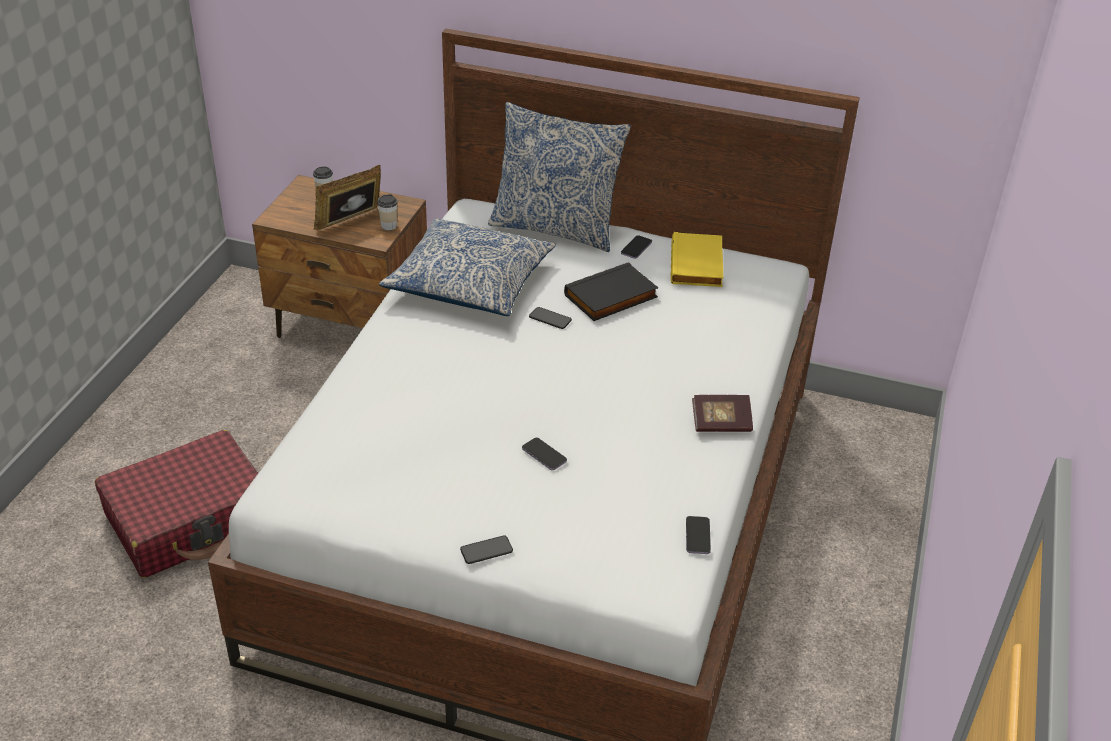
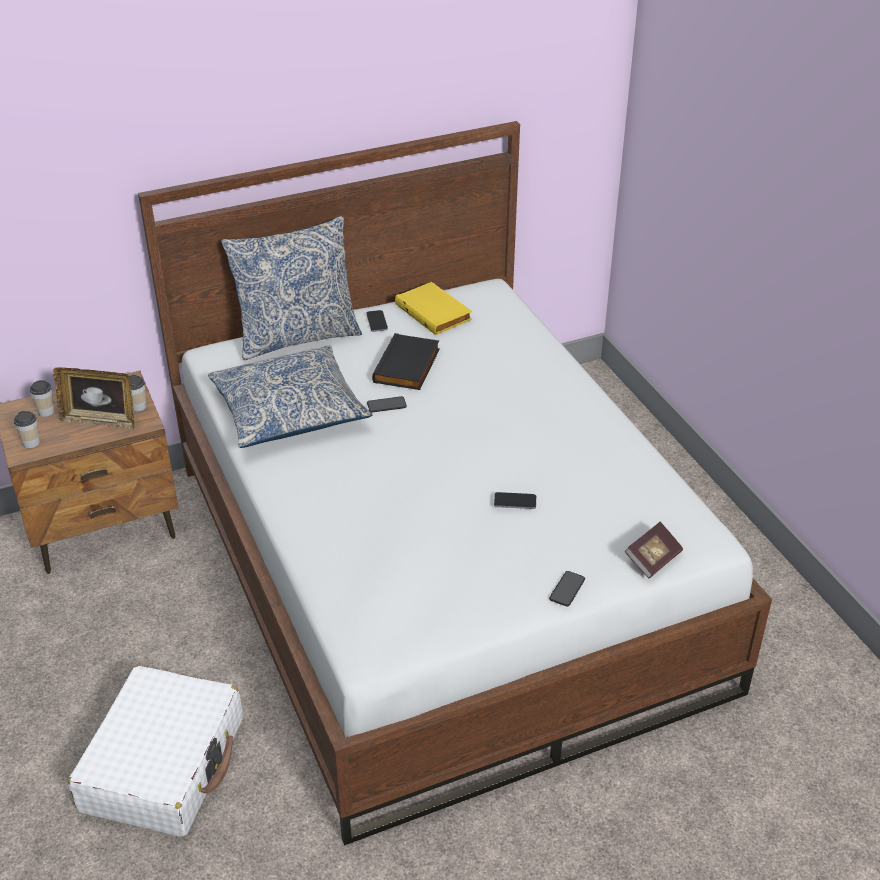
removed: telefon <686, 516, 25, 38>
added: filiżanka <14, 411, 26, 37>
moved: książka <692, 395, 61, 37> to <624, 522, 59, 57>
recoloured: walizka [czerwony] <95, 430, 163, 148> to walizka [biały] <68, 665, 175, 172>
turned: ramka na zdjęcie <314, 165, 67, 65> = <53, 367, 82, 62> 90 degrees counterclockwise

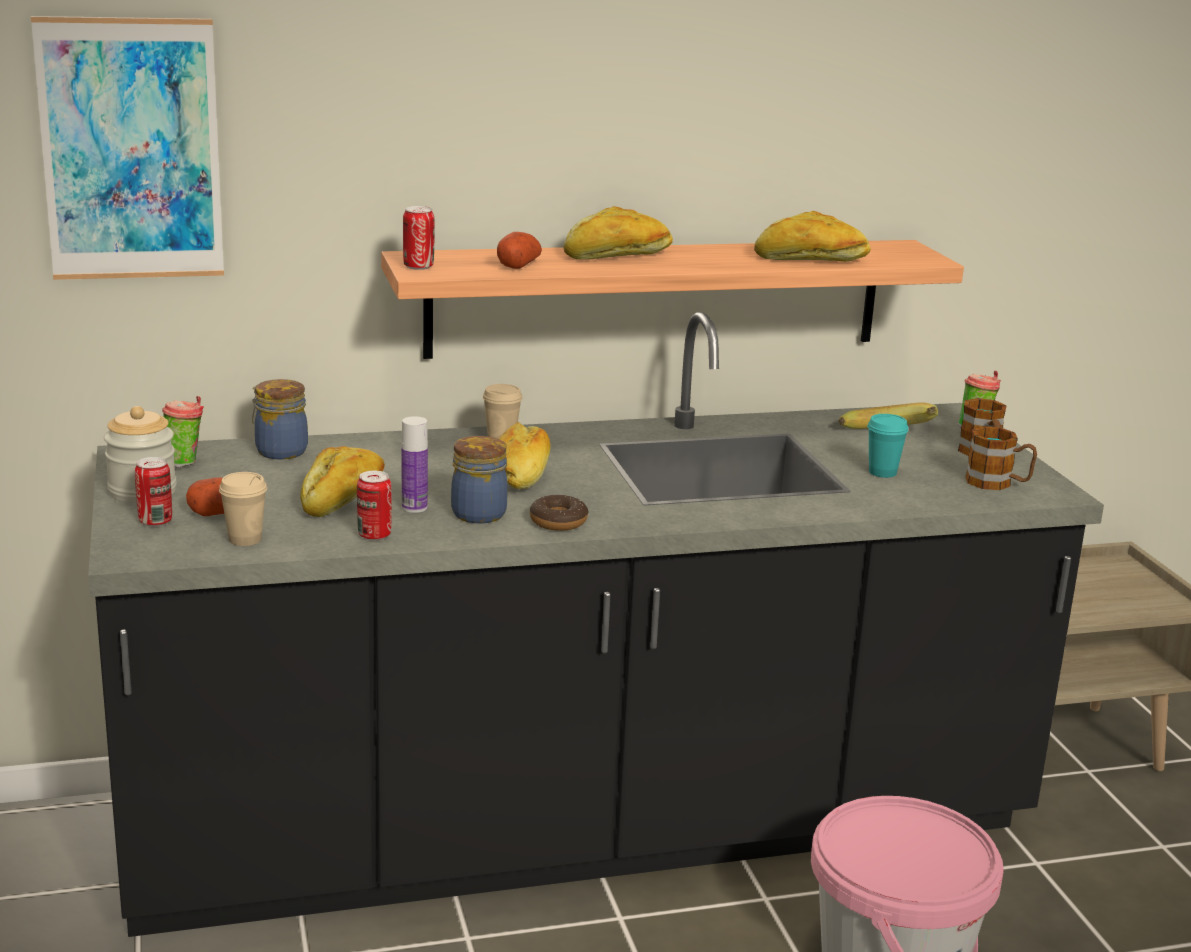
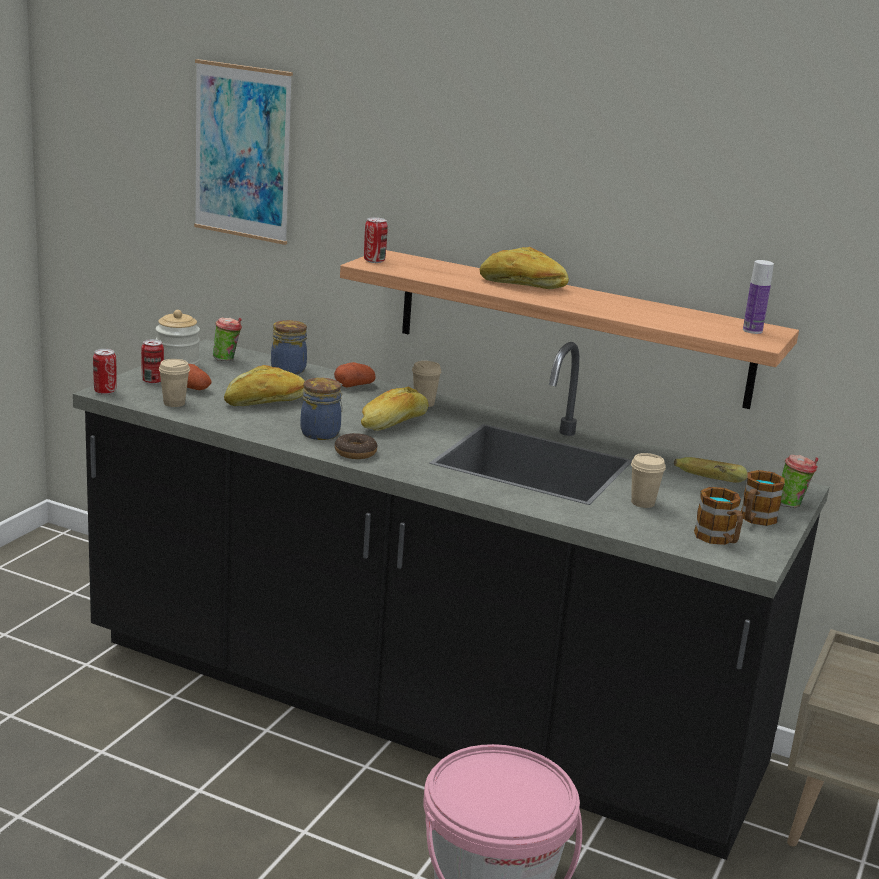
removed: chleb <754, 211, 117, 51>
moved: puszka <357, 471, 35, 70> to <93, 349, 24, 46>; butelka <401, 416, 27, 97> to <743, 260, 31, 74>; ziemniak <497, 232, 45, 37> to <334, 362, 42, 26>
recoloured: filiżanka [turkusowy] <867, 414, 42, 64> to filiżanka [beżowy] <631, 453, 35, 55>

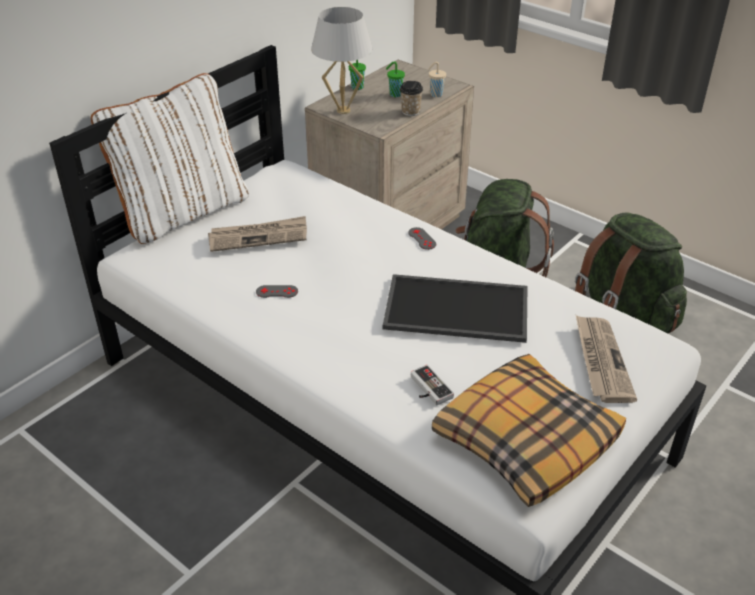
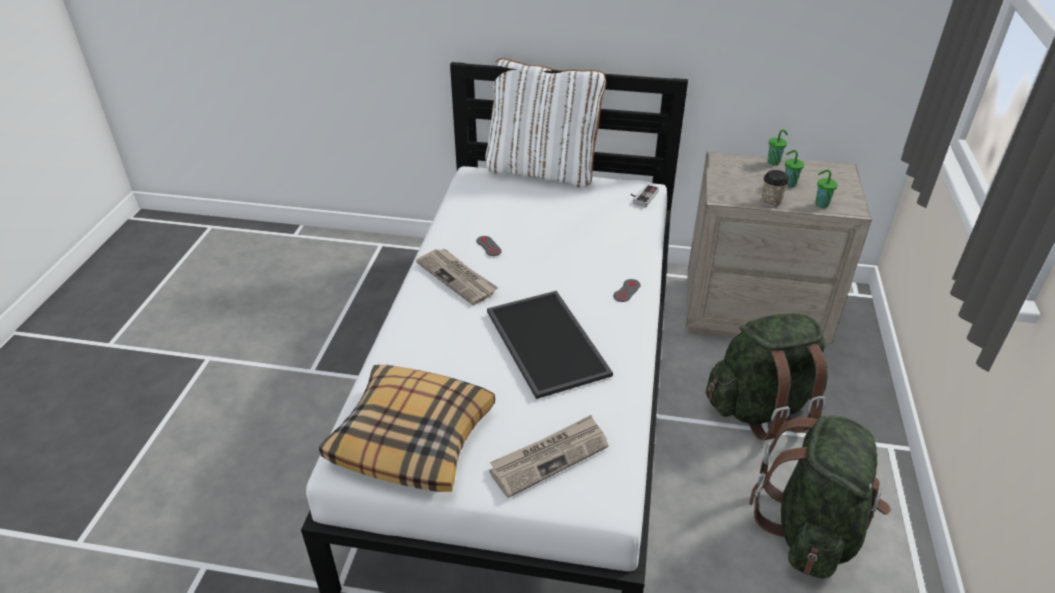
removed: lampa stołowa [biały] <311, 7, 61, 107>
moved: gazeta <208, 216, 99, 36> to <416, 248, 82, 57>; pad do gier <411, 365, 43, 41> to <631, 184, 28, 23>
recoloured: filiżanka [beżowy] <428, 62, 18, 35> to filiżanka [zielony] <815, 170, 23, 38>

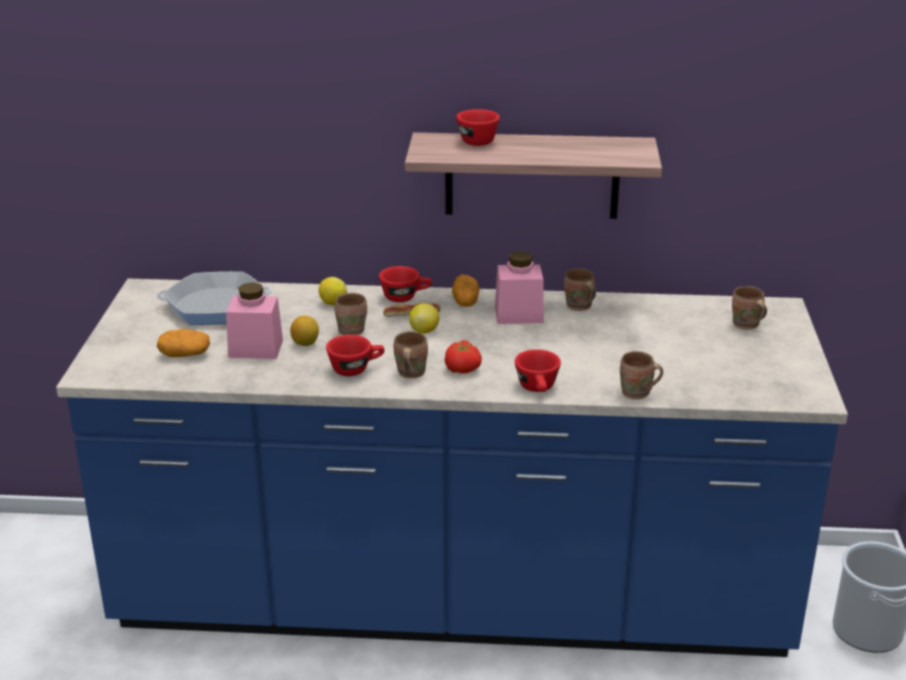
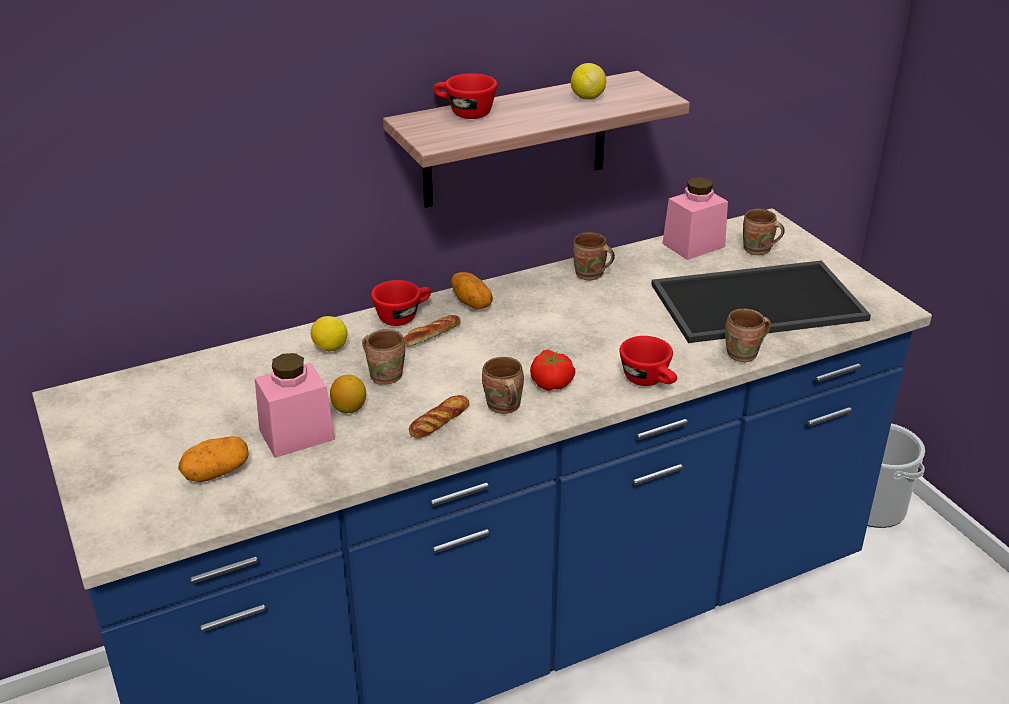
removed: patelnia <157, 271, 115, 54>
added: taca <651, 260, 220, 83>
moved: cytryna <409, 303, 30, 31> to <571, 63, 35, 37>; słoik [różowy] <495, 251, 49, 73> to <662, 177, 66, 83>
replaced: filiżanka [czerwony] <326, 335, 59, 41> to chleb <409, 395, 61, 43>

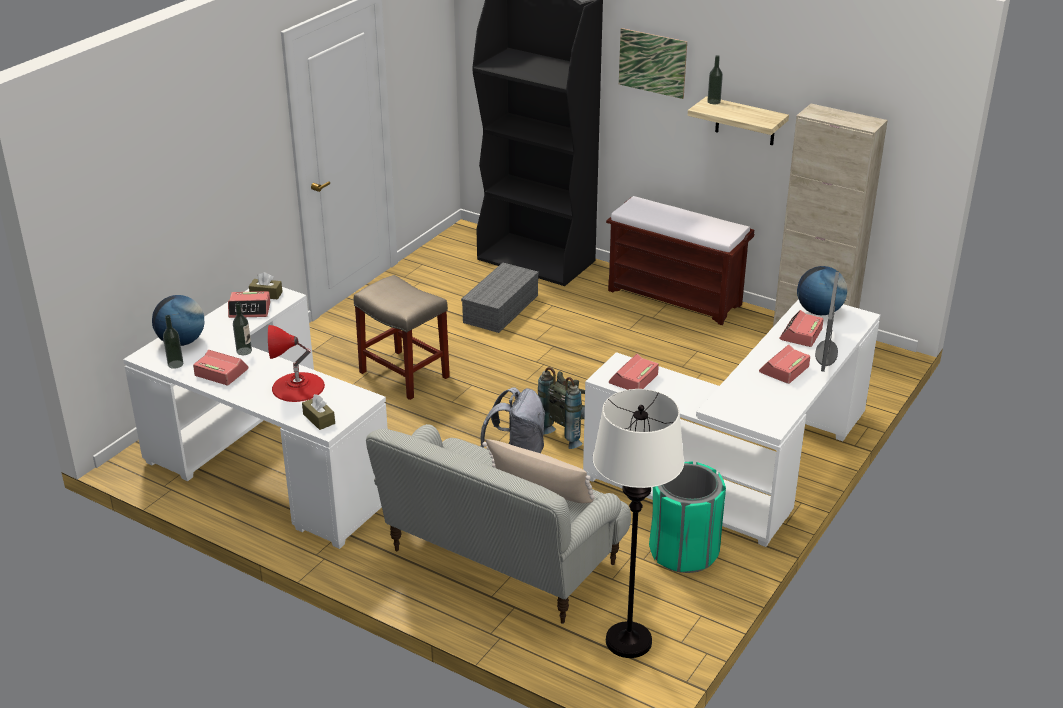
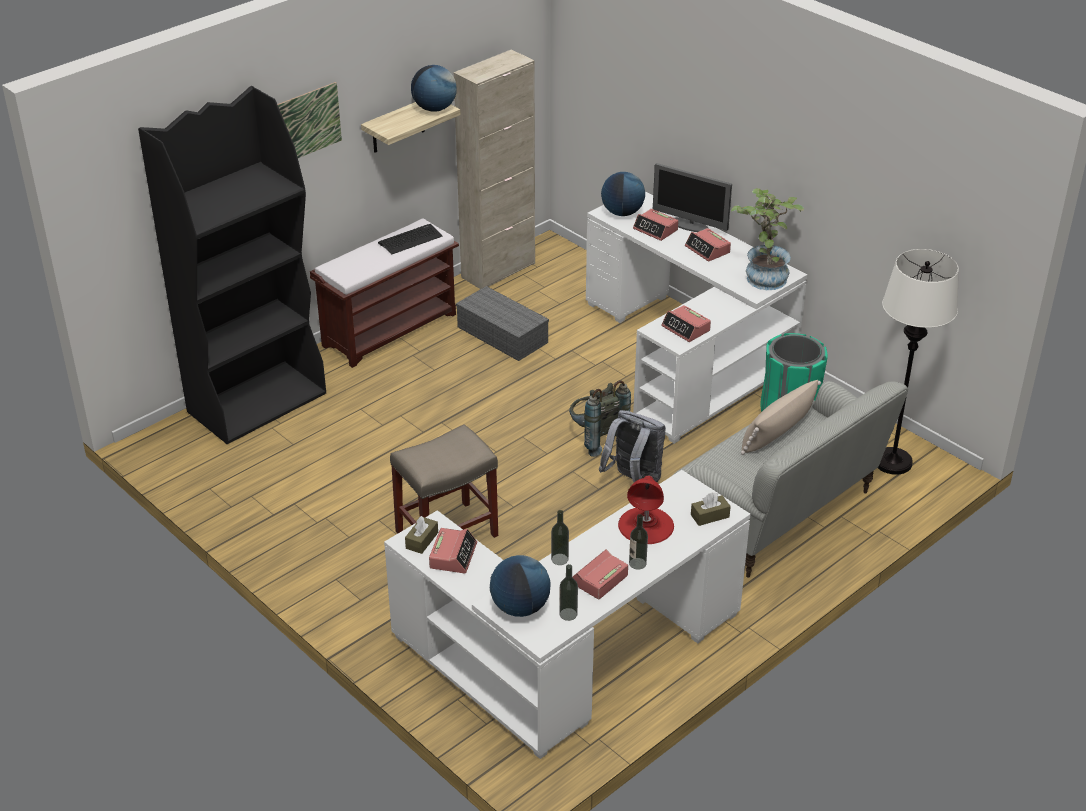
added: klawiatura <378, 224, 64, 30>; globus <411, 65, 46, 47>; roślina doniczkowa <731, 188, 73, 102>
moved: pojemnik do przechowywania [szary] <461, 263, 78, 70> to <456, 286, 93, 75>; butelka <707, 55, 16, 49> to <629, 514, 19, 56>

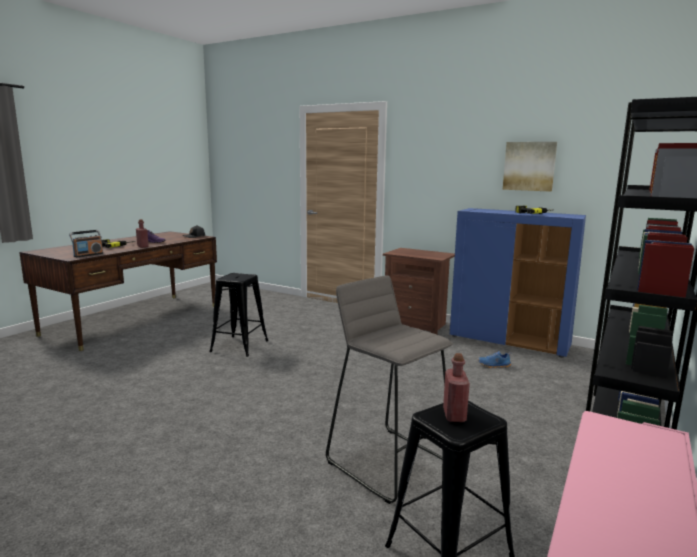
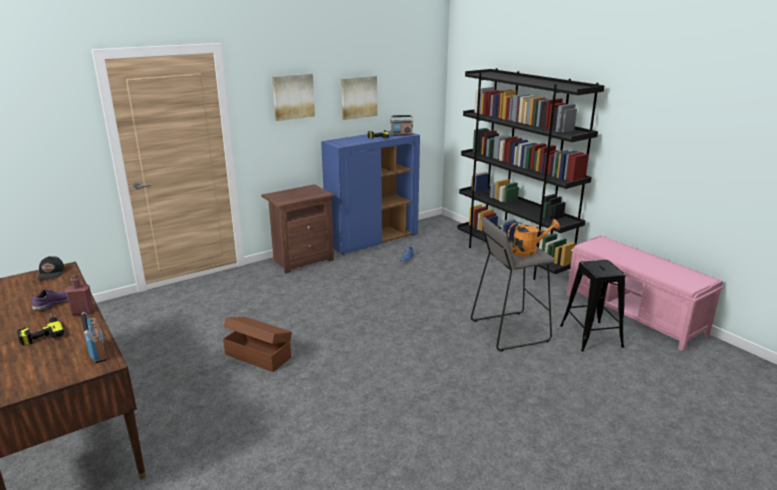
removed: butelka [czerwony] <443, 353, 27, 69>
added: obraz <272, 73, 43, 48>; radio <390, 115, 23, 21>; konewka [pomarańczowy] <508, 219, 52, 38>
replaced: stołek [czarny] <209, 273, 59, 84> to pojemnik do przechowywania [brązowy] <223, 317, 69, 55>

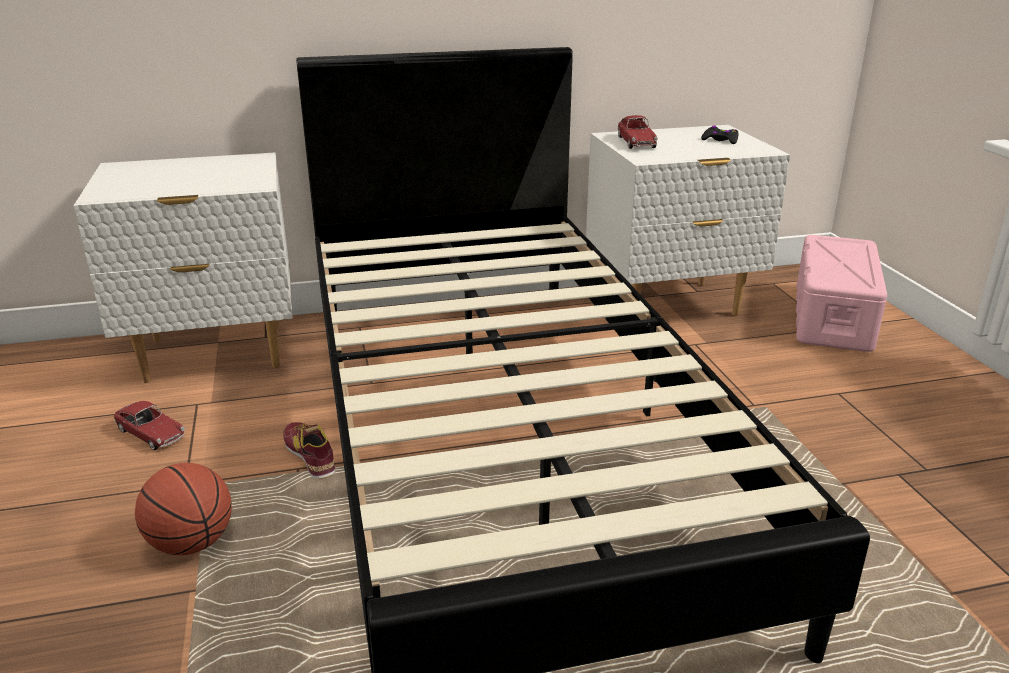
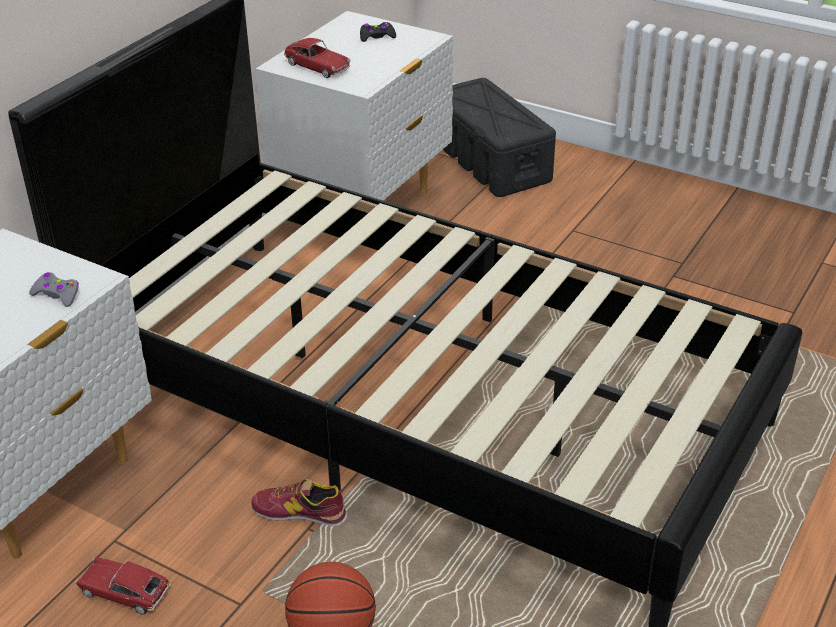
added: pad do gier [szary] <29, 272, 50, 35>
recoloured: pojemnik do przechowywania [różowy] <796, 235, 91, 117> to pojemnik do przechowywania [czarny] <443, 78, 113, 119>
turned: samochodzik <114, 401, 71, 49> = <75, 557, 96, 58> 150 degrees counterclockwise

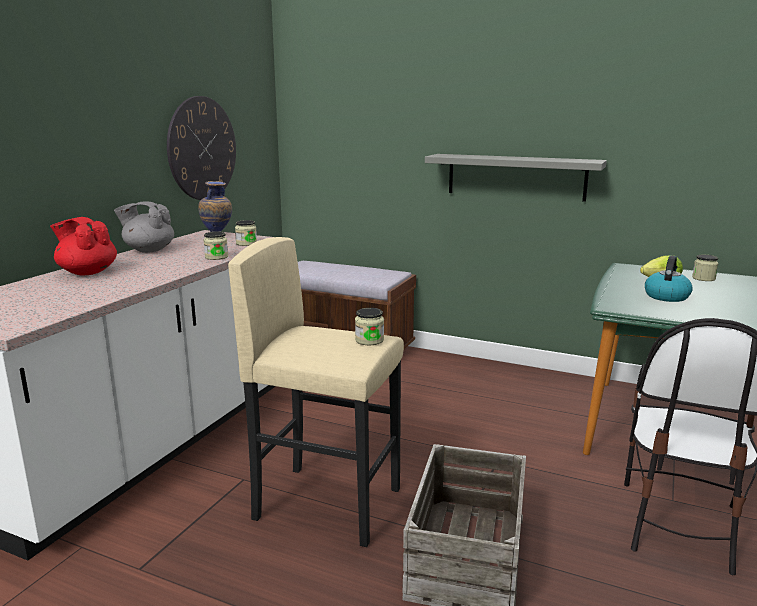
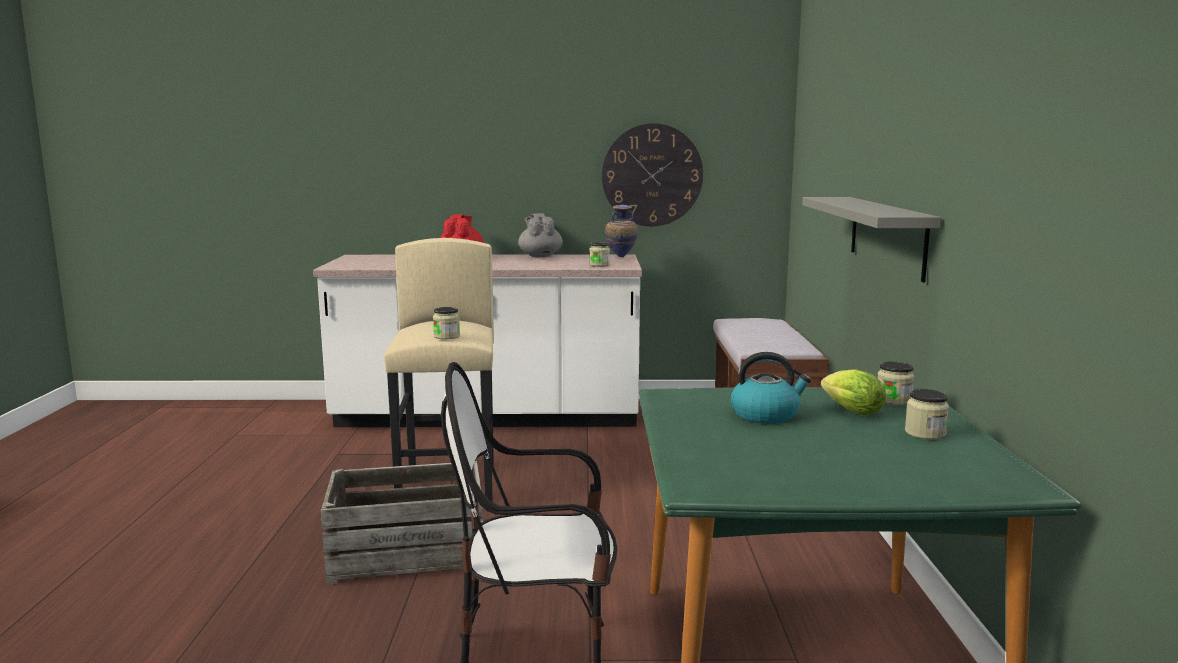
moved: słoik <204, 231, 24, 29> to <878, 362, 36, 43>

